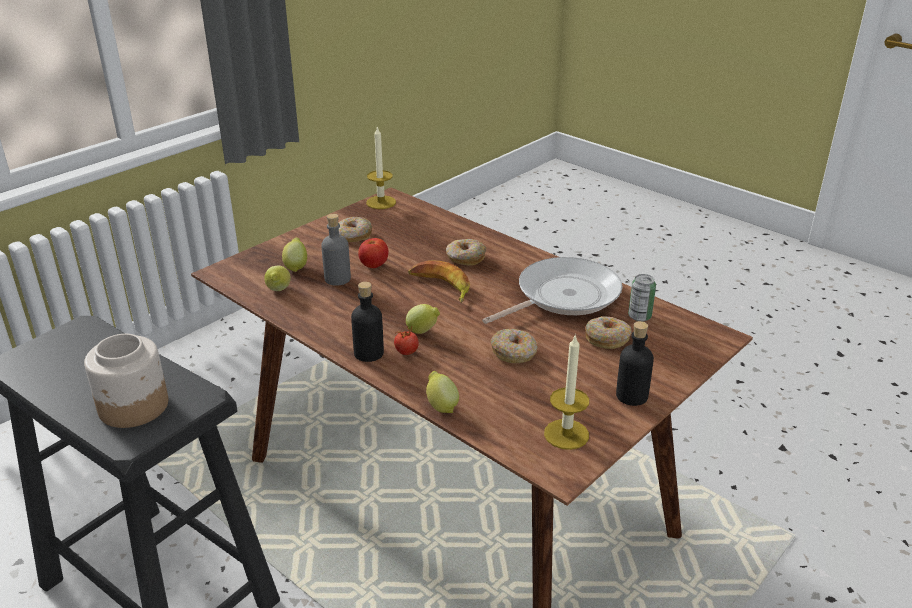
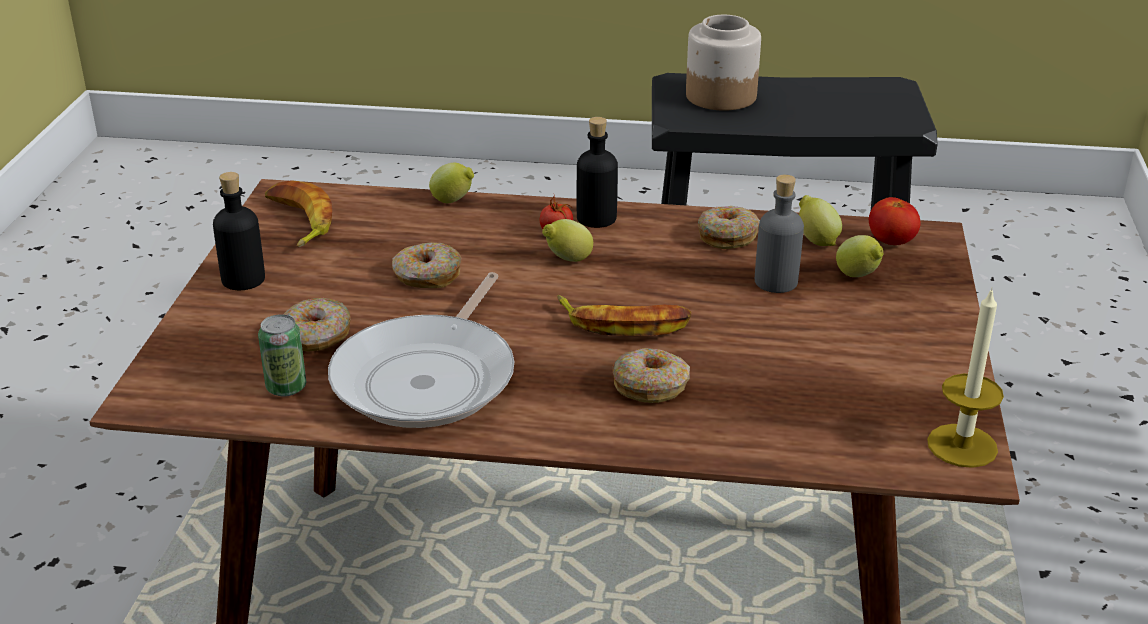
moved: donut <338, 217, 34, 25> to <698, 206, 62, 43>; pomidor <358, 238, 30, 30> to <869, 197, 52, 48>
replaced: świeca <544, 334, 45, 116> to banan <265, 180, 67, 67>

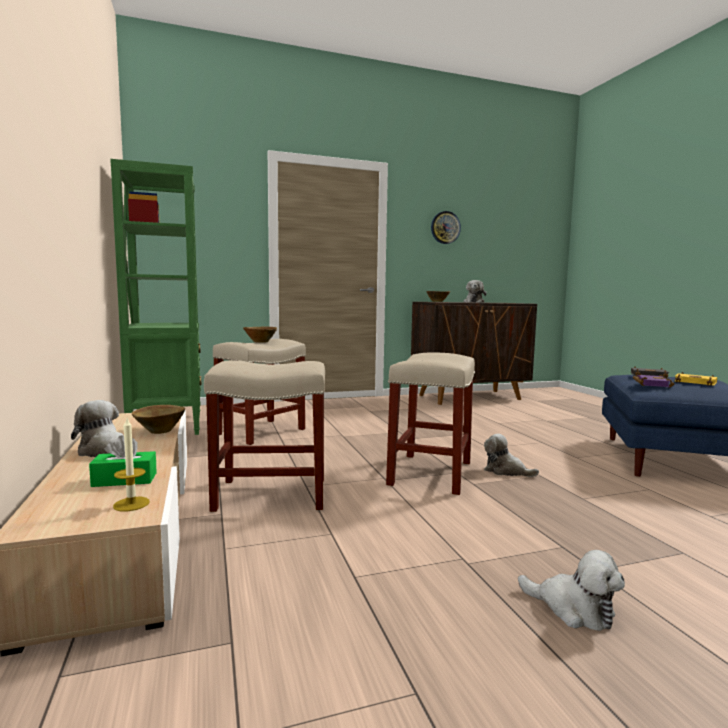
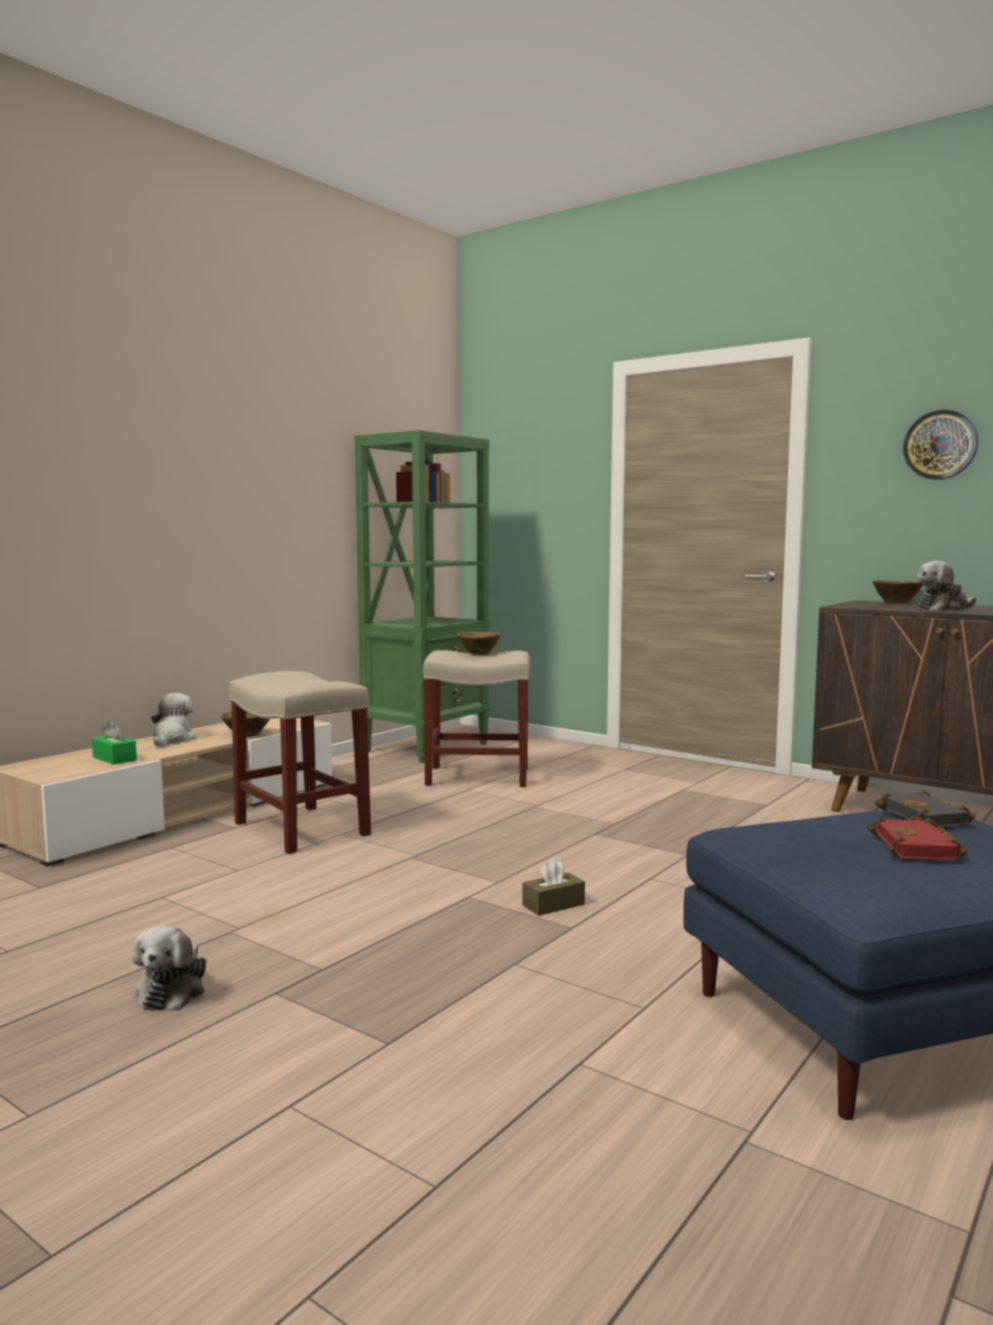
removed: świeca <113, 418, 37, 94>; stołek [beżowy] <386, 352, 89, 143>; książka [fioletowy] <633, 373, 41, 15>
replaced: pluszak <484, 434, 55, 43> to pudełko chusteczek [brązowy] <523, 858, 62, 58>
recoloured: książka [żółty] <675, 372, 42, 14> to książka [czerwony] <867, 817, 100, 43>

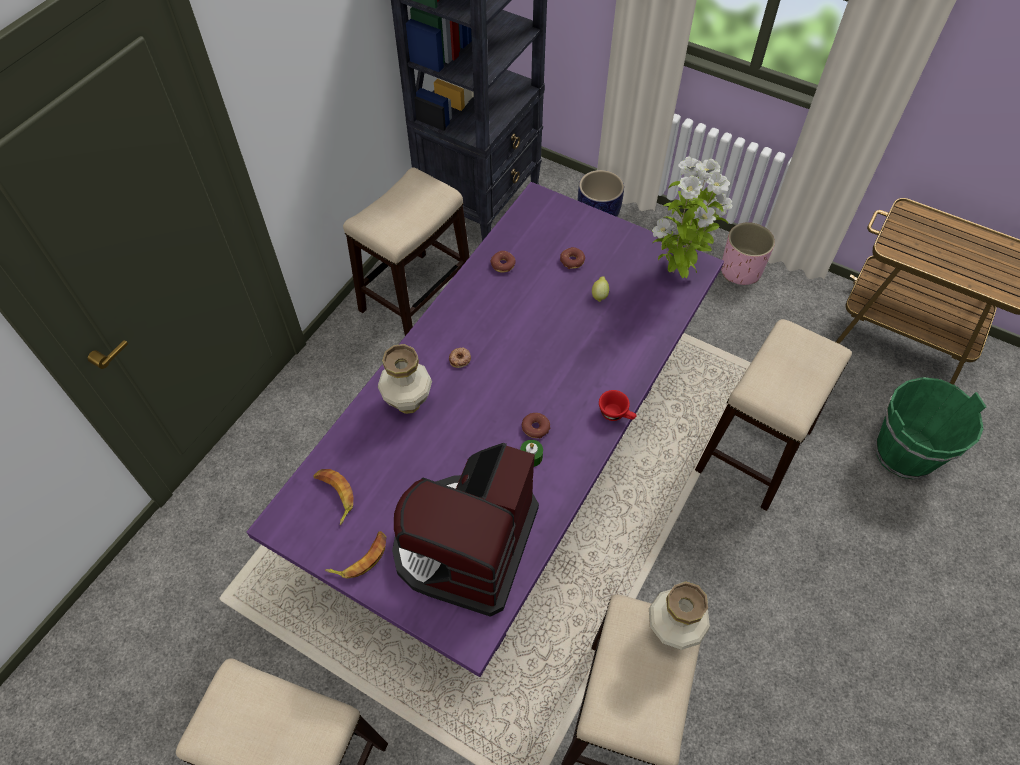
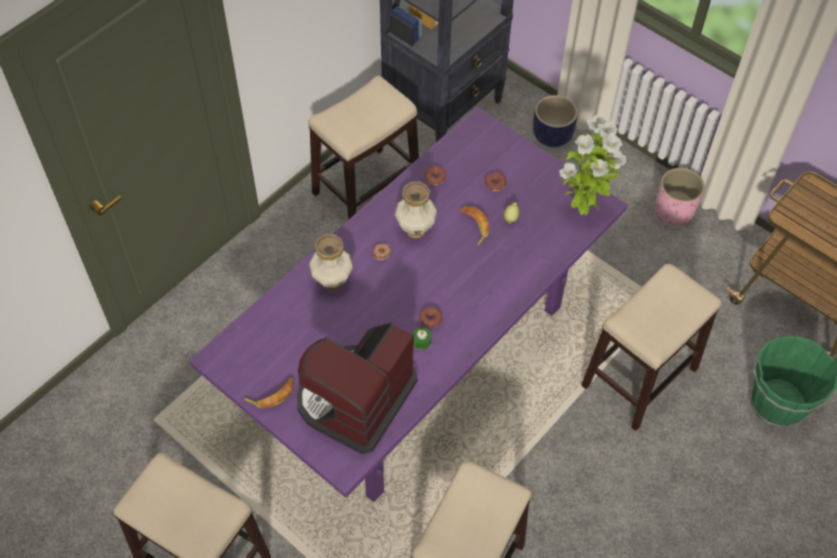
removed: filiżanka [czerwony] <599, 390, 38, 31>
moved: banan <313, 469, 40, 56> to <460, 206, 29, 39>; wazon <649, 582, 61, 68> to <395, 181, 42, 57>

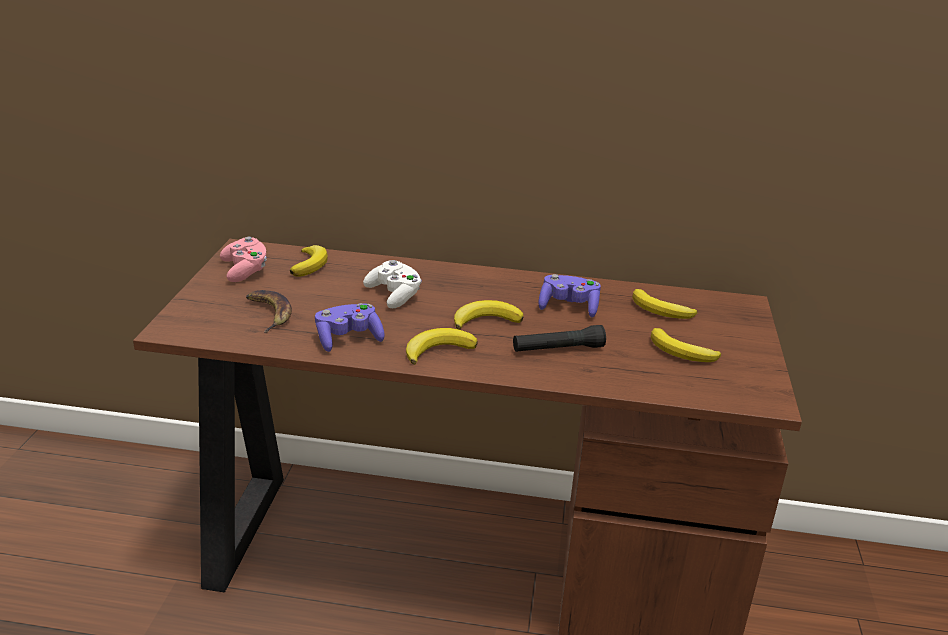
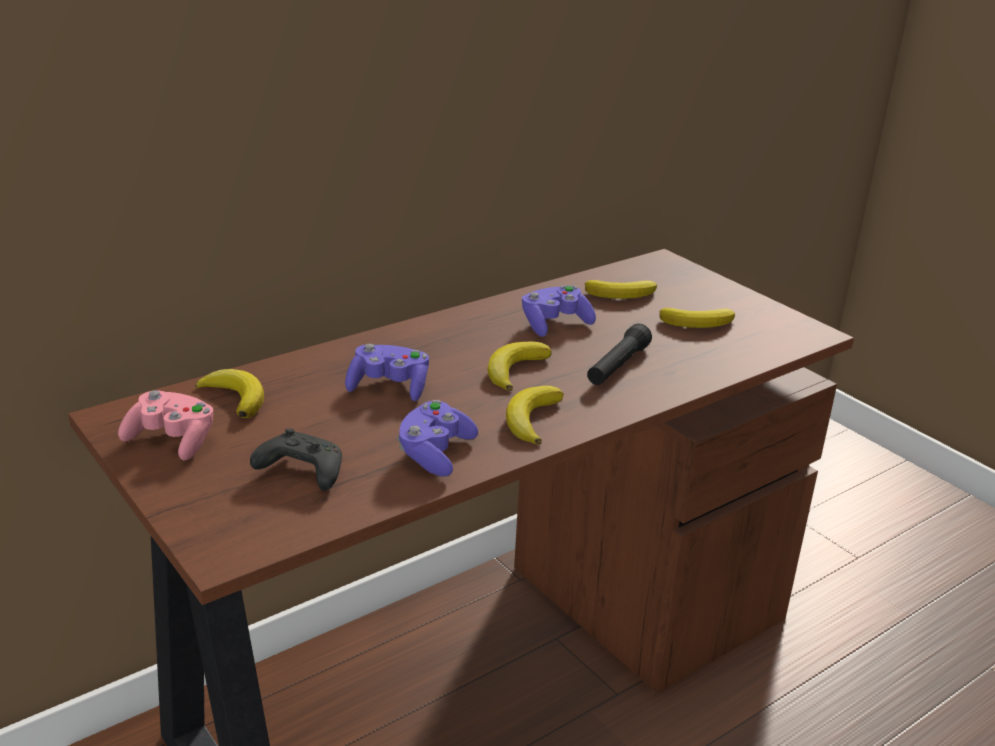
replaced: banan <246, 290, 46, 43> to pad do gier [czarny] <250, 428, 92, 63>
recoloured: pad do gier [biały] <363, 260, 59, 48> to pad do gier [fioletowy] <345, 344, 84, 58>

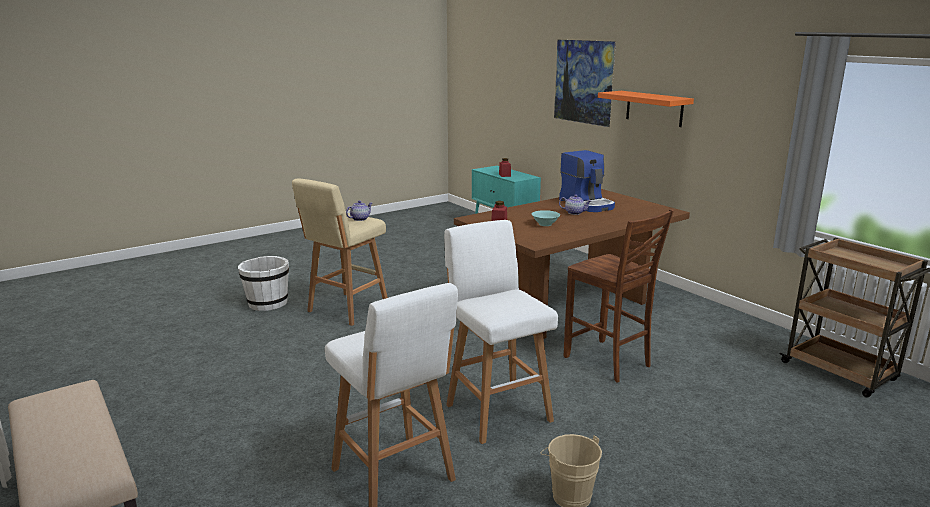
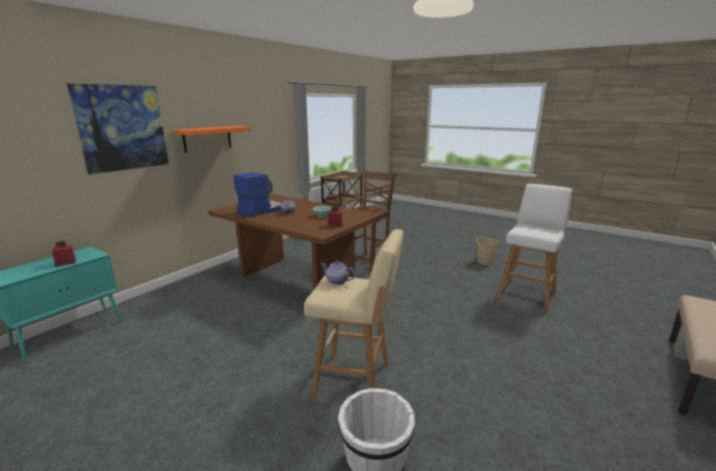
removed: stołek [biały] <444, 220, 114, 224>

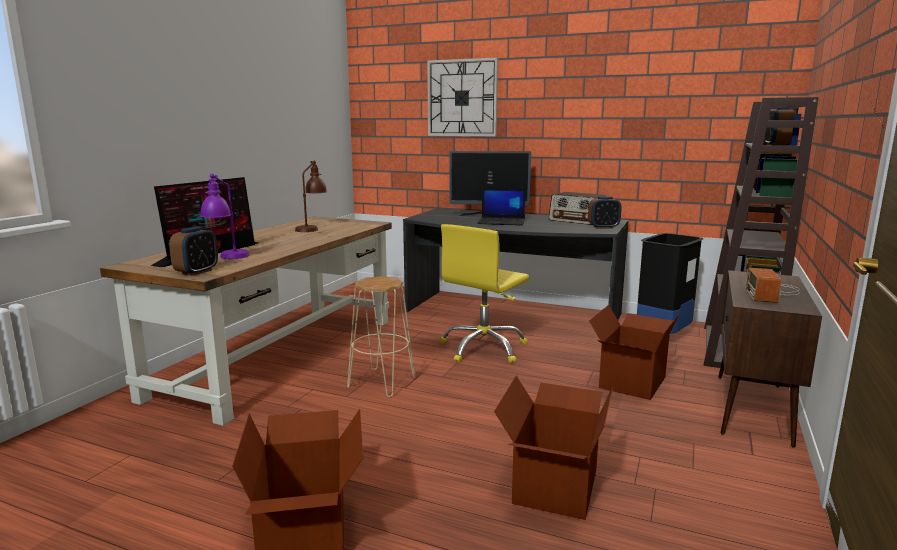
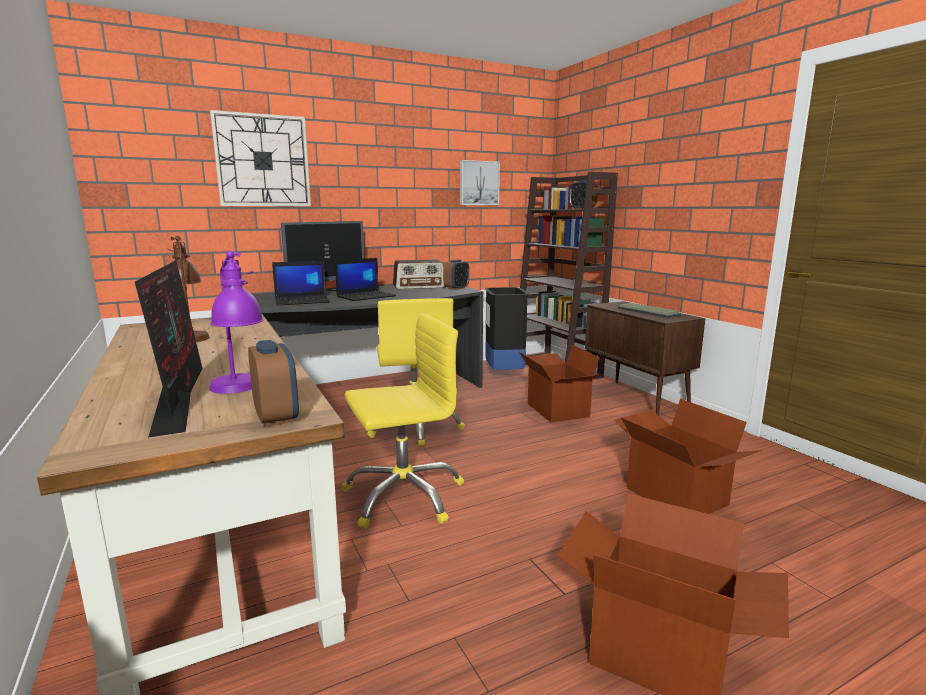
added: laptop <272, 261, 58, 45>; obraz <460, 160, 40, 45>
replaced: stołek [beżowy] <347, 276, 68, 121> to krzesło biurowe [żółty] <341, 313, 123, 216>; radio <746, 268, 53, 35> to klawiatura <618, 303, 64, 15>

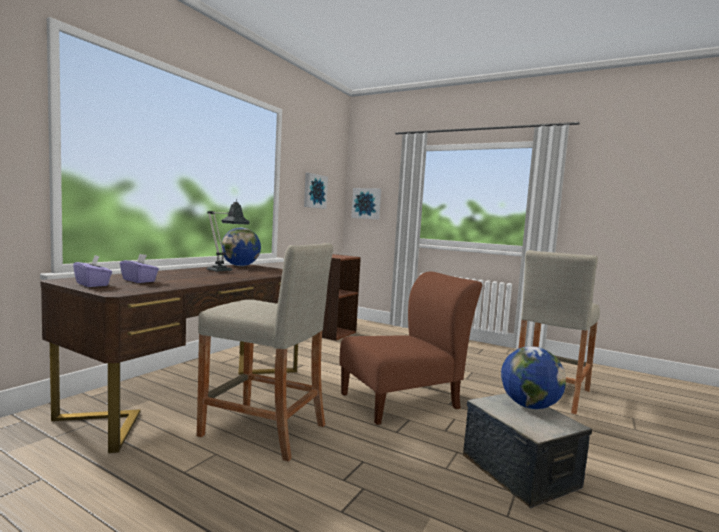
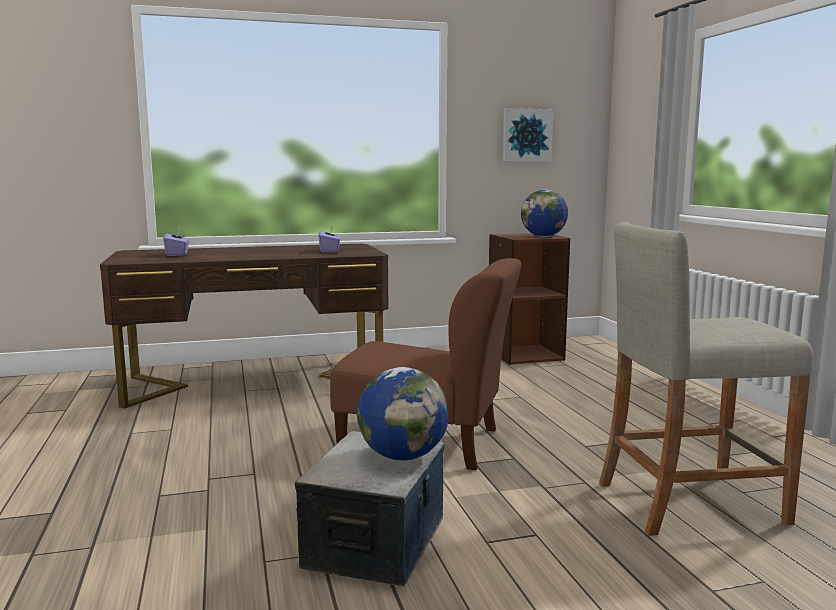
removed: stołek [beżowy] <197, 243, 136, 219>; lampa stołowa <206, 199, 44, 73>; obraz <351, 188, 30, 31>
moved: pudełko chusteczek [fioletowy] <73, 255, 39, 32> to <318, 225, 23, 28>; globus <221, 227, 40, 39> to <521, 190, 47, 47>

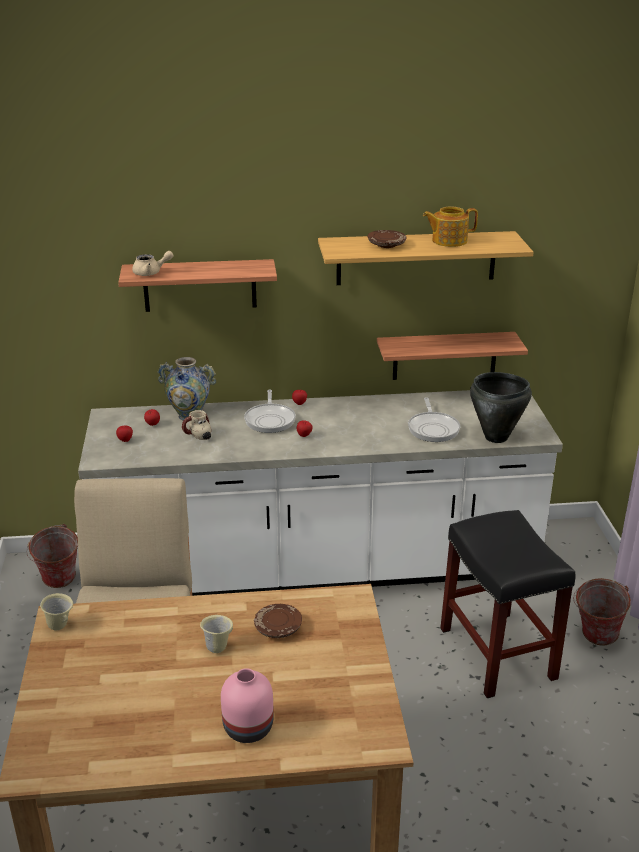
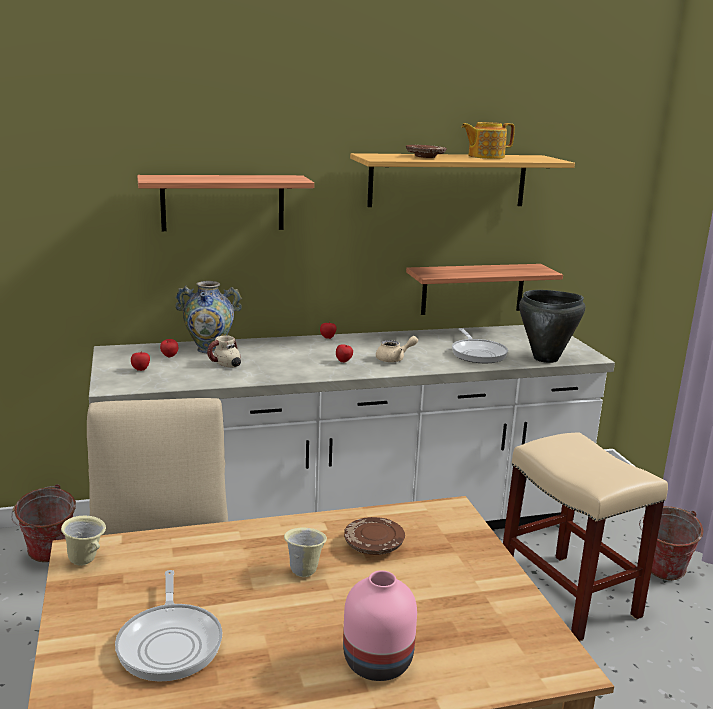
moved: imbryk [beżowy] <132, 251, 42, 25> to <376, 336, 42, 26>; patelnia <244, 390, 52, 43> to <115, 570, 107, 112>
recoloured: stołek [czarny] <440, 510, 136, 188> to stołek [beżowy] <503, 432, 165, 210>

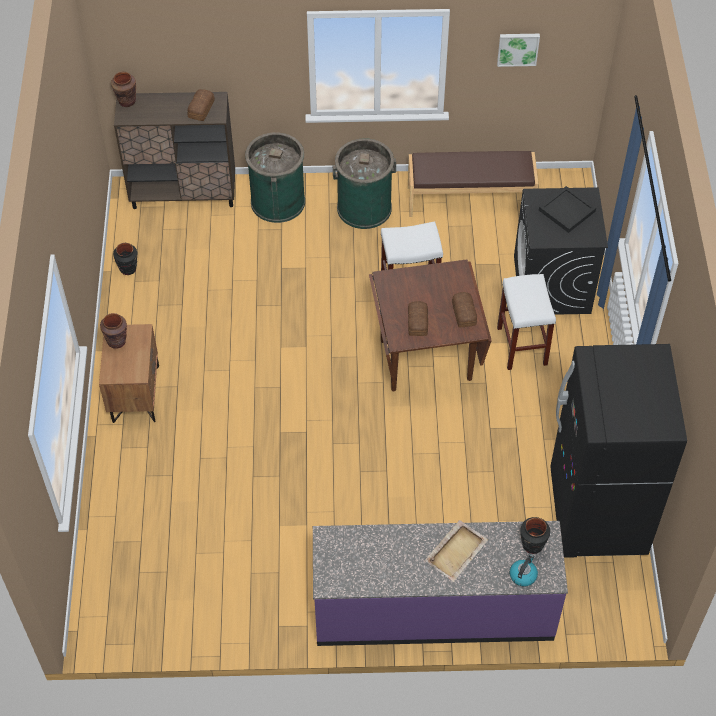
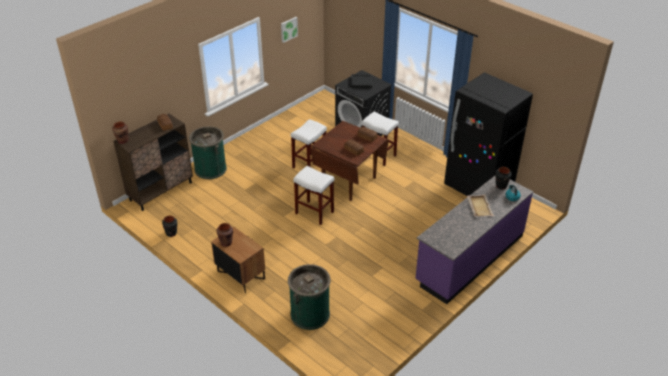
removed: ławka [brązowy] <408, 151, 131, 66>
added: stołek [biały] <293, 166, 41, 59>
moved: kosz na śmieci [zielony] <333, 138, 63, 91> to <288, 264, 43, 66>

